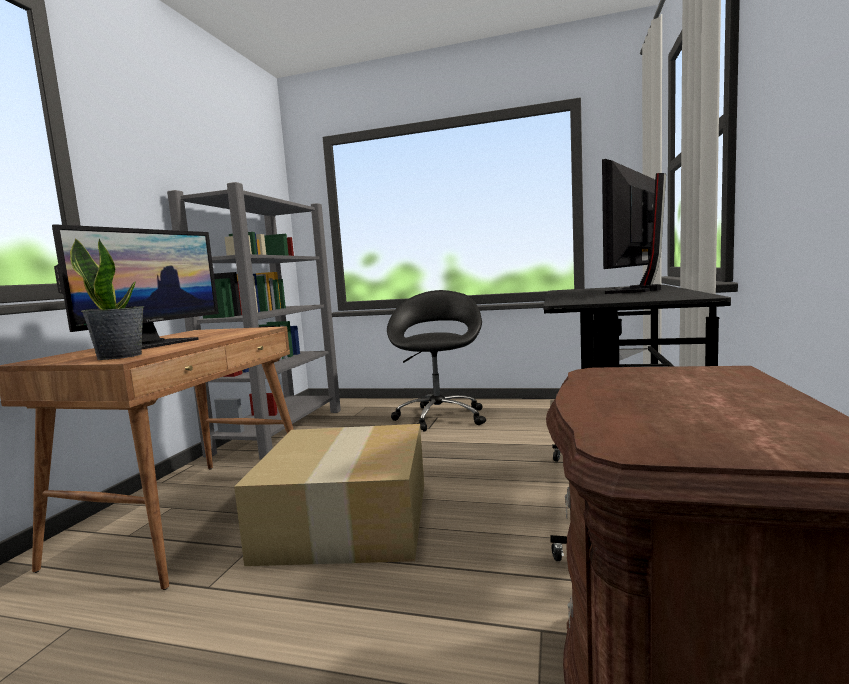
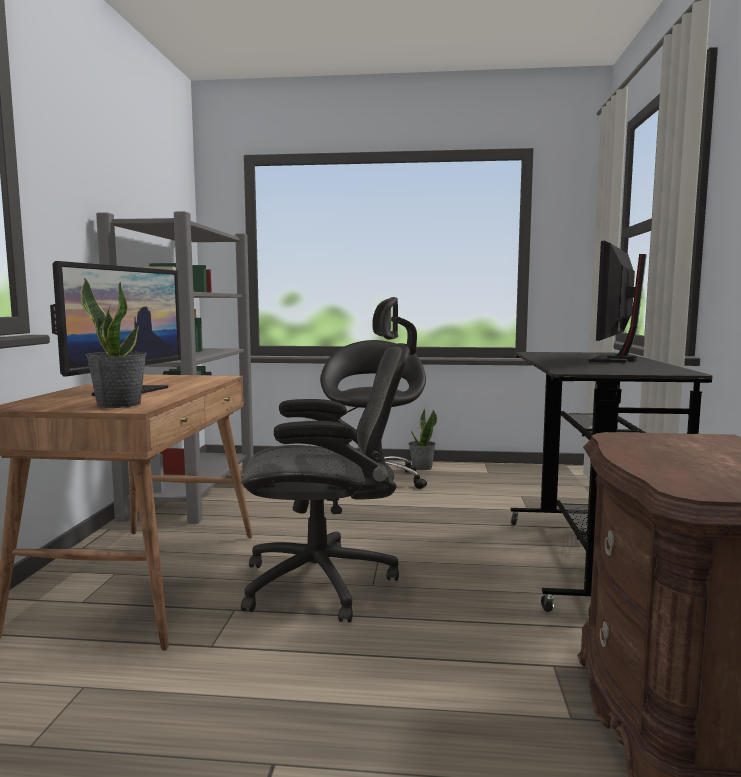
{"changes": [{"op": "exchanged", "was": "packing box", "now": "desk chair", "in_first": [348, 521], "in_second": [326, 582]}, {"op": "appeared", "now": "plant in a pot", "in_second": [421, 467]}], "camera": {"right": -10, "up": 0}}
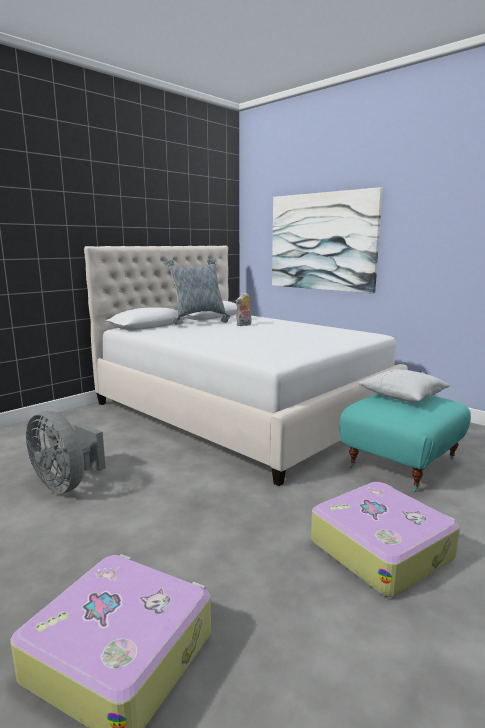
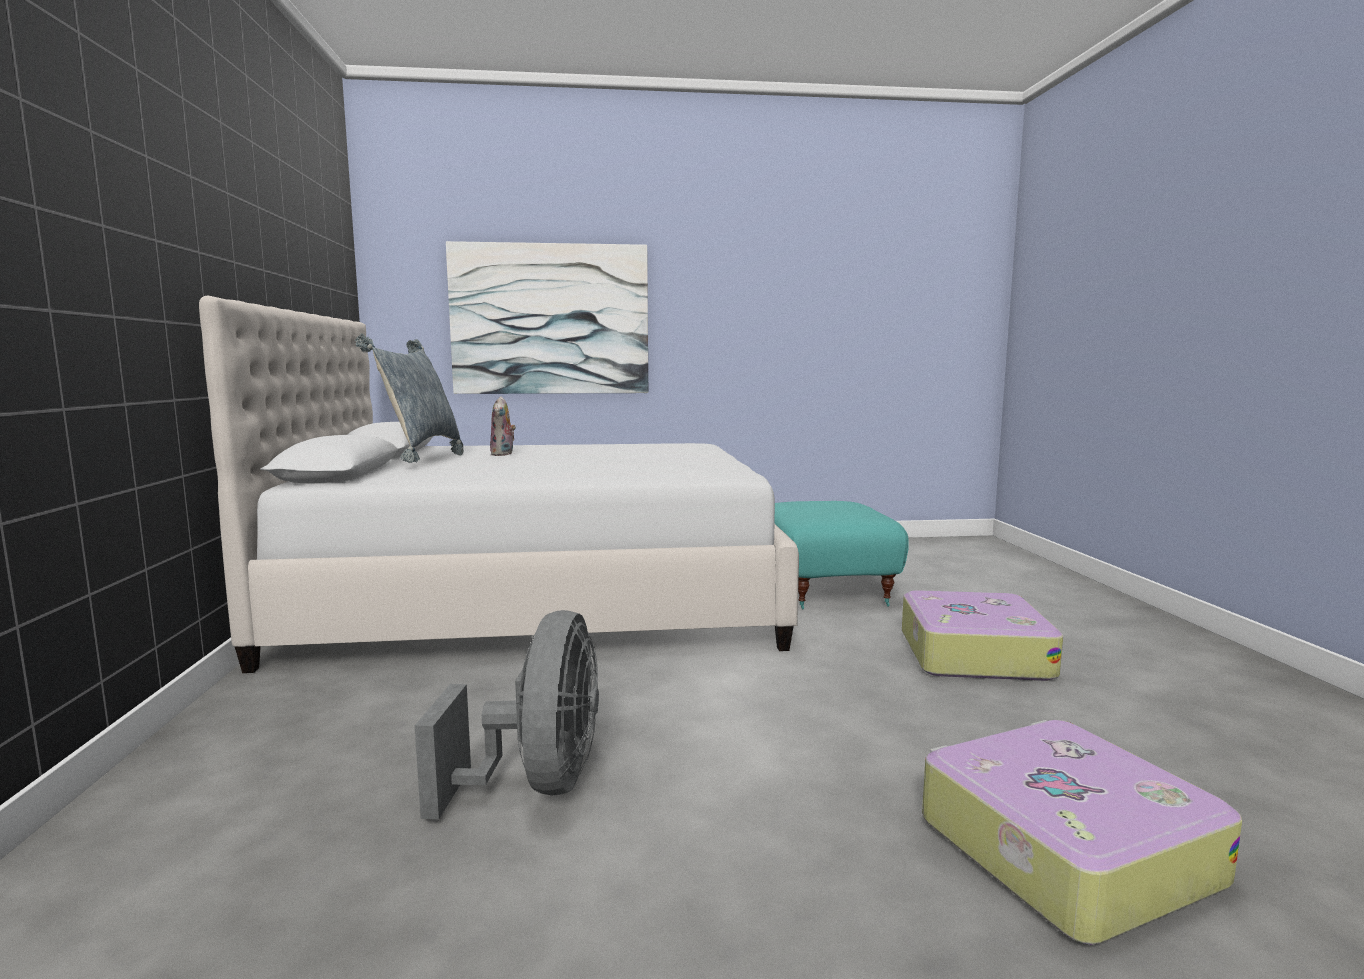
{"changes": [{"op": "spun", "was": "cooling fan (greyish)", "in_first": [66, 484], "in_second": [538, 784], "clockwise": -75}, {"op": "missing", "was": "throw pillow (greyish)", "in_first": [402, 396]}], "camera": {"right": -50, "up": -5}}
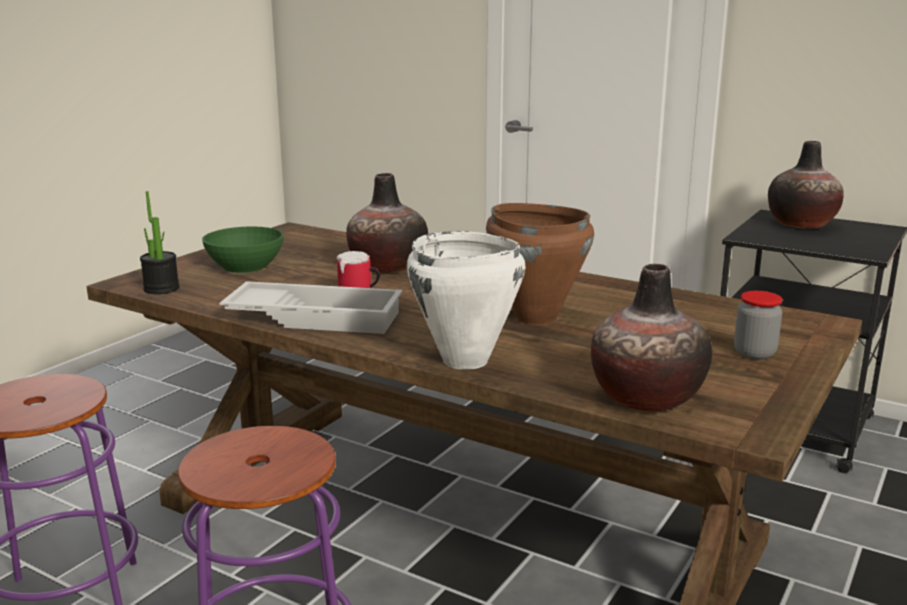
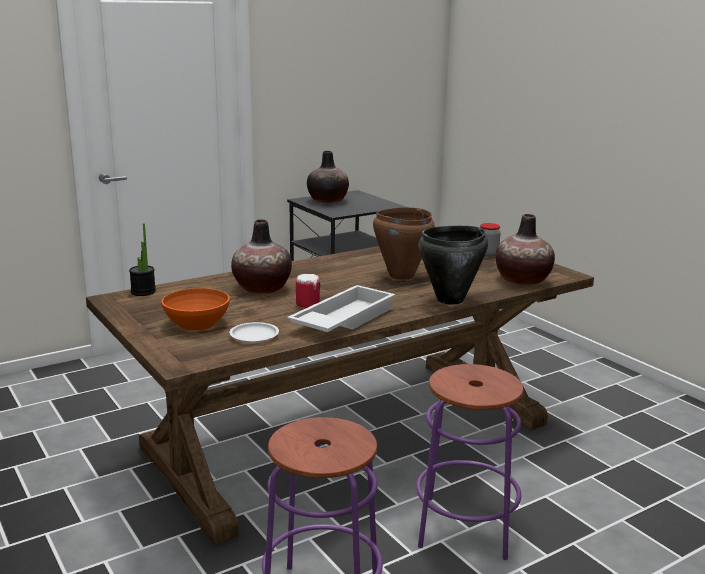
{"changes": [{"op": "relocated", "was": "plant in a pot", "in_first": [161, 289], "in_second": [143, 292]}, {"op": "colour", "was": "deep dish (green)", "now": "deep dish (orange-coloured)", "in_first": [245, 266], "in_second": [196, 323]}, {"op": "colour", "was": "saucepot (whitish)", "now": "saucepot (blackish)", "in_first": [465, 361], "in_second": [450, 300]}, {"op": "appeared", "now": "plate (whitish)", "in_second": [254, 336]}], "camera": {"right": -65, "up": 0}}
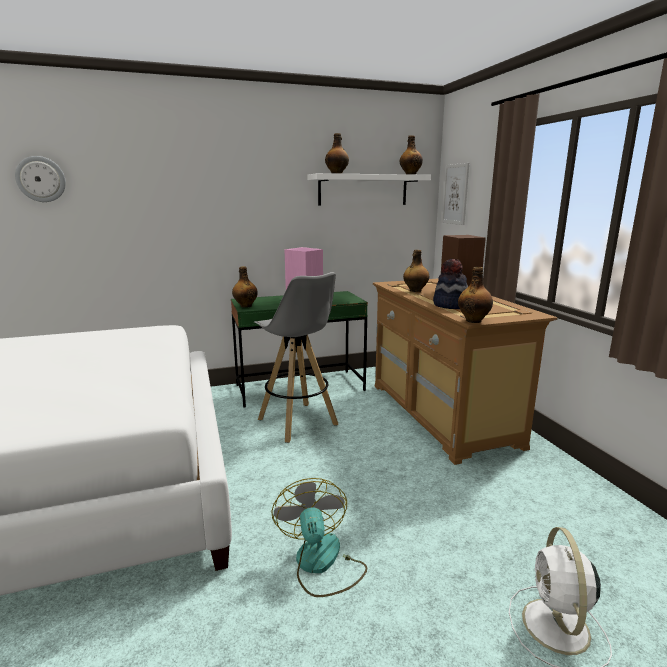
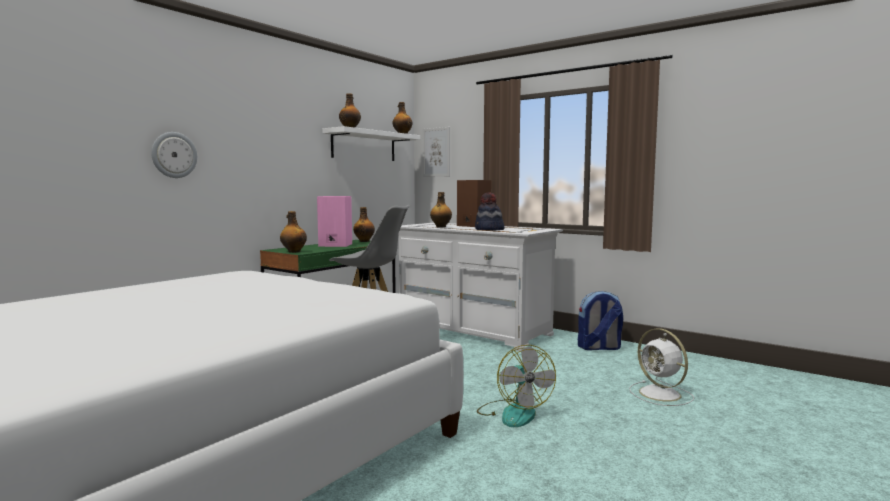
{"changes": [{"op": "relocated", "was": "hanging clock", "in_first": [41, 179], "in_second": [174, 155]}, {"op": "spun", "was": "cooling fan", "in_first": [321, 564], "in_second": [513, 412], "clockwise": -150}, {"op": "colour", "was": "drawer chest (brown)", "now": "drawer chest (whitish)", "in_first": [441, 414], "in_second": [474, 330]}, {"op": "relocated", "was": "beverage bottle", "in_first": [474, 320], "in_second": [364, 241]}, {"op": "appeared", "now": "rucksack", "in_second": [599, 348]}], "camera": {"right": -35, "up": -10}}
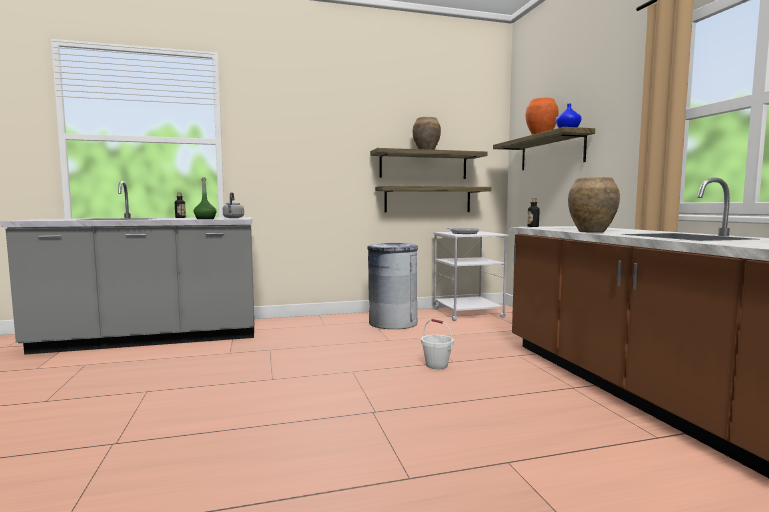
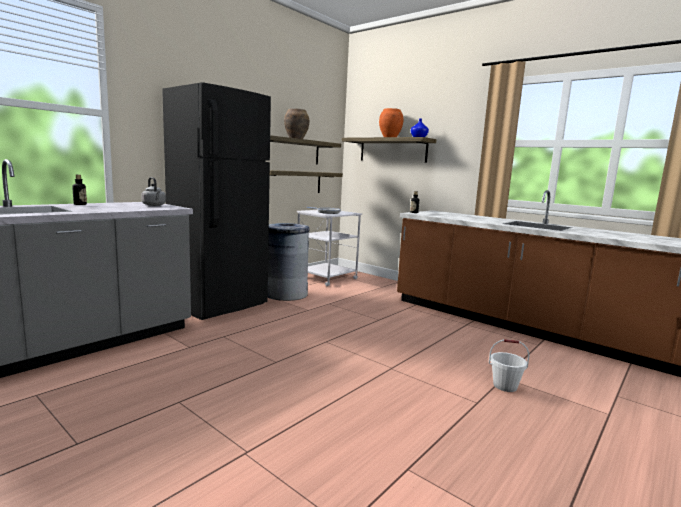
{"changes": [{"op": "missing", "was": "beverage bottle (green)", "in_first": [205, 219]}, {"op": "relocated", "was": "bucket (whitish)", "in_first": [437, 365], "in_second": [505, 386]}, {"op": "missing", "was": "vase (brown)", "in_first": [591, 232]}, {"op": "appeared", "now": "refrigerator (blackish)", "in_second": [219, 305]}], "camera": {"right": -35, "up": 5}}
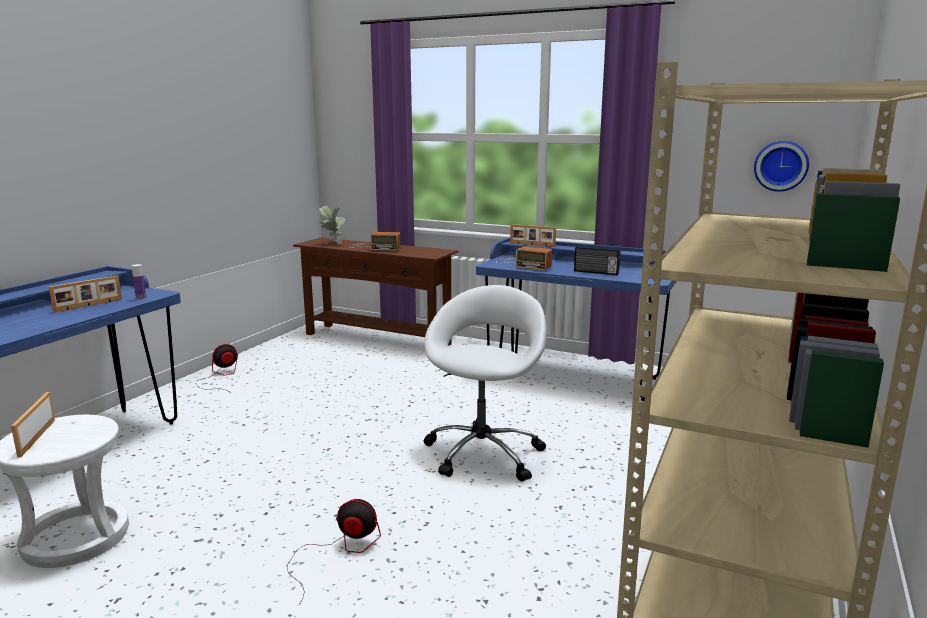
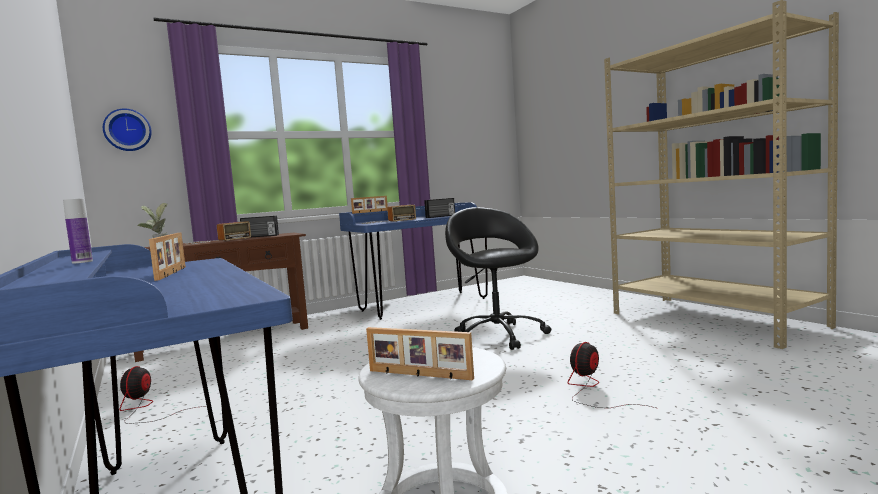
{"changes": [{"op": "relocated", "was": "beverage bottle", "in_first": [141, 298], "in_second": [82, 262]}, {"op": "colour", "was": "desk chair (whitish)", "now": "desk chair (blackish)", "in_first": [484, 453], "in_second": [497, 336]}, {"op": "relocated", "was": "hanging clock", "in_first": [781, 166], "in_second": [127, 130]}, {"op": "appeared", "now": "radio set", "in_second": [260, 236]}], "camera": {"right": -55, "up": -10}}
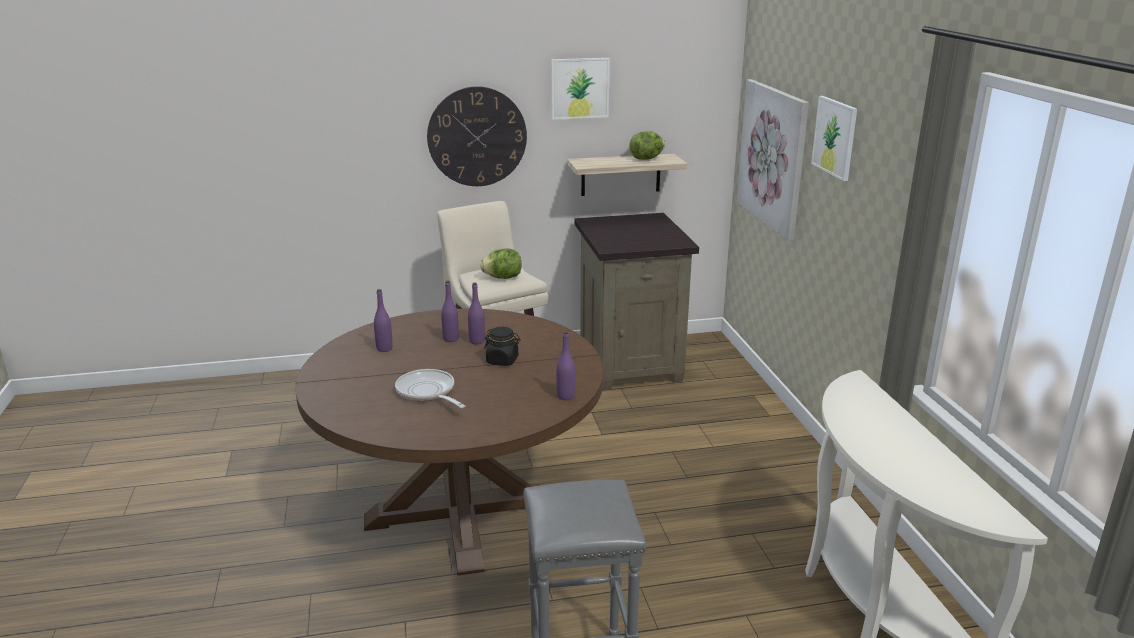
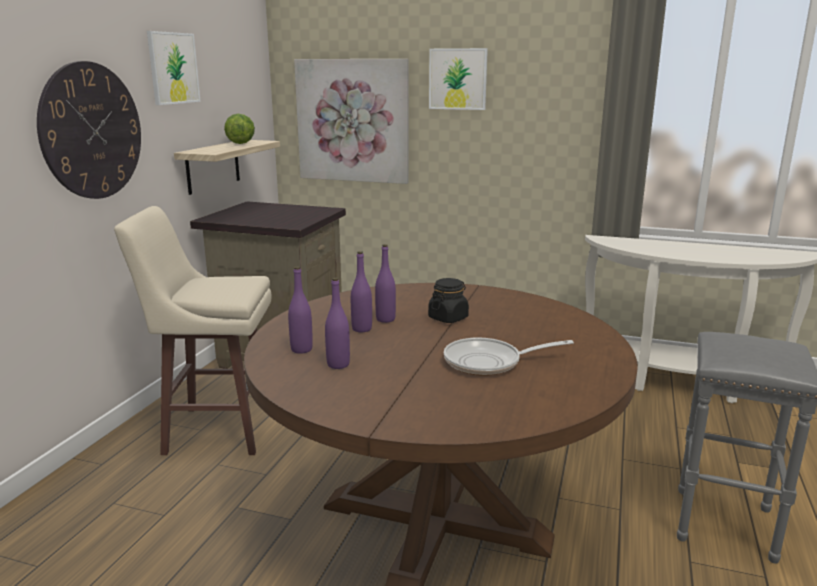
{"changes": [{"op": "missing", "was": "lettuce", "in_first": [503, 278]}, {"op": "relocated", "was": "beverage bottle (purple)", "in_first": [565, 396], "in_second": [301, 349]}], "camera": {"right": -60, "up": -5}}
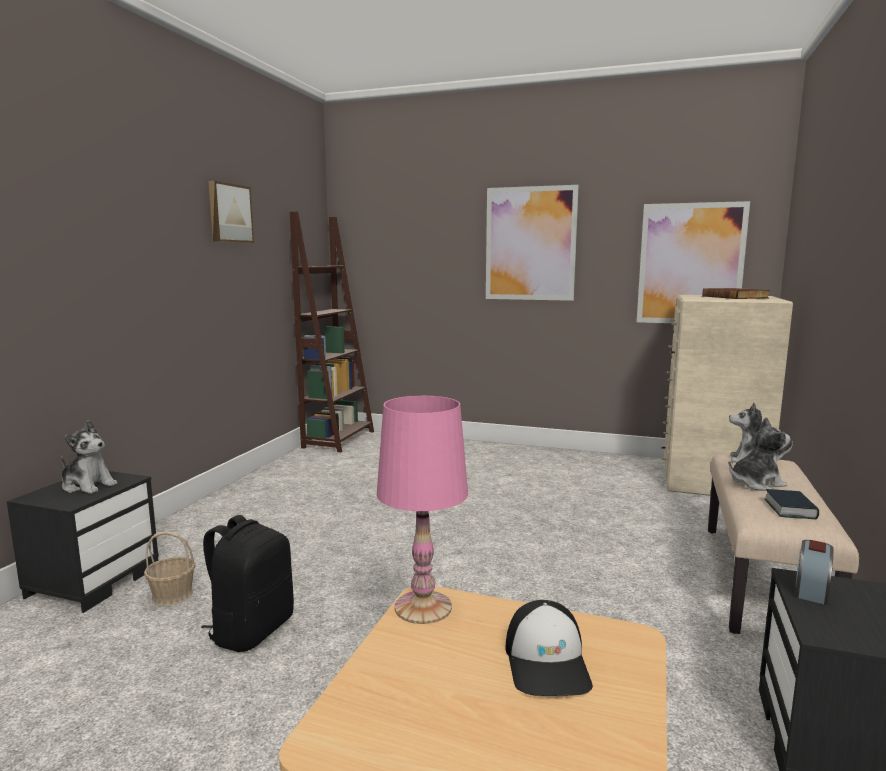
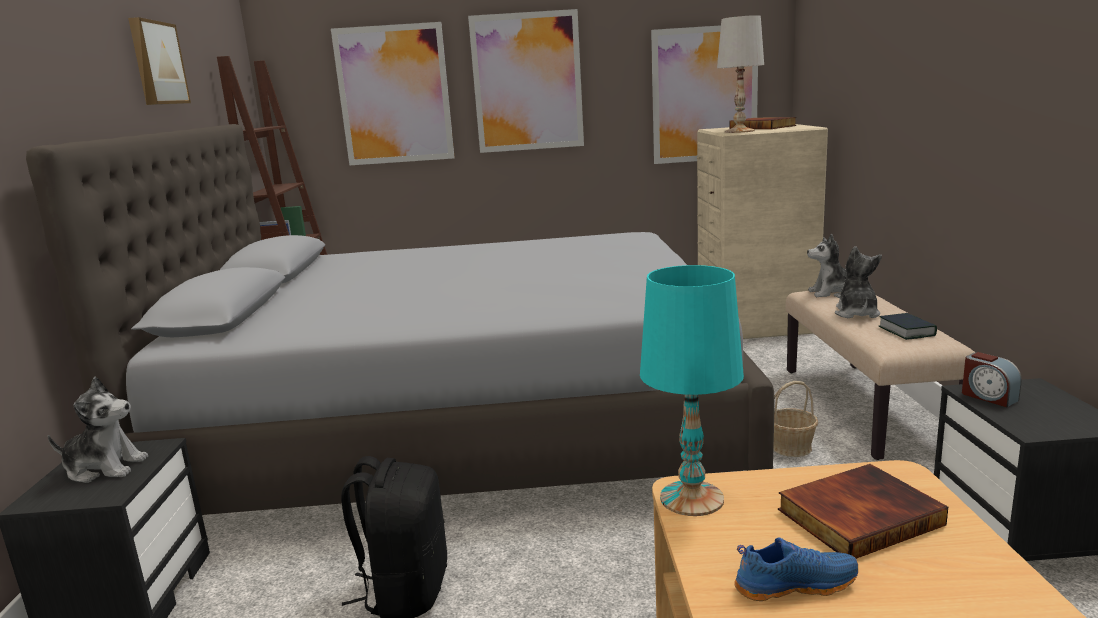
{"changes": [{"op": "relocated", "was": "storage basket", "in_first": [172, 595], "in_second": [791, 447]}, {"op": "colour", "was": "tabletop lamp (pinkish)", "now": "tabletop lamp (turquoise)", "in_first": [423, 607], "in_second": [691, 498]}, {"op": "exchanged", "was": "baseball cap", "now": "bound book", "in_first": [548, 662], "in_second": [858, 515]}, {"op": "spun", "was": "plush toy", "in_first": [756, 483], "in_second": [856, 313], "clockwise": -45}, {"op": "spun", "was": "table clock", "in_first": [811, 589], "in_second": [988, 397], "clockwise": -45}, {"op": "appeared", "now": "bed (greyish)", "in_second": [463, 425]}, {"op": "appeared", "now": "picture", "in_second": [394, 95]}, {"op": "appeared", "now": "tabletop lamp (whitish)", "in_second": [739, 131]}, {"op": "appeared", "now": "low shoe (bluish)", "in_second": [794, 584]}], "camera": {"right": -20, "up": 5}}
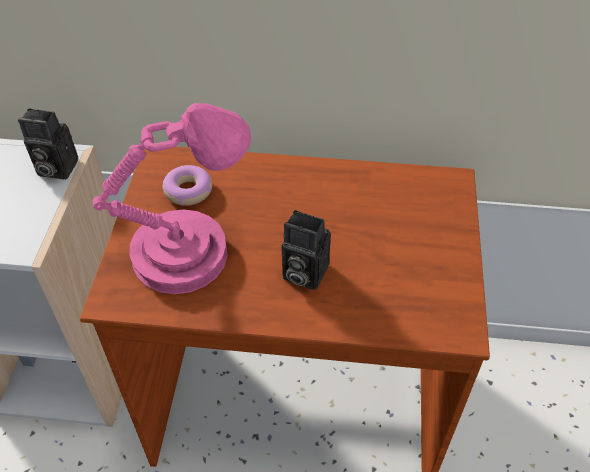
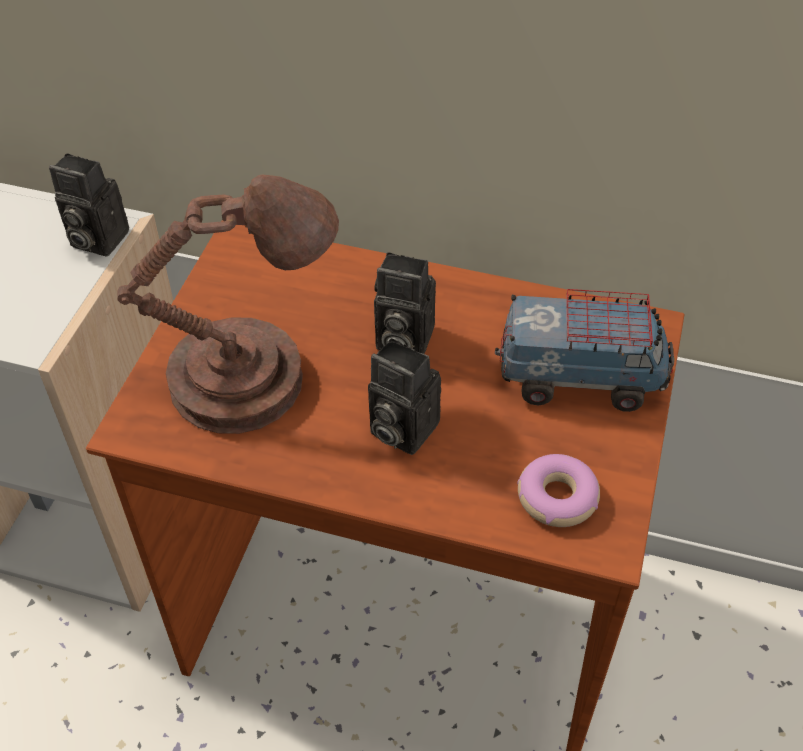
{"changes": [{"op": "colour", "was": "tabletop lamp (pinkish)", "now": "tabletop lamp (brown)", "in_first": [188, 253], "in_second": [249, 379]}, {"op": "relocated", "was": "ring doughnut", "in_first": [188, 191], "in_second": [556, 497]}, {"op": "appeared", "now": "photo camera", "in_second": [400, 340]}, {"op": "appeared", "now": "model truck", "in_second": [580, 379]}], "camera": {"right": 10, "up": 0}}
